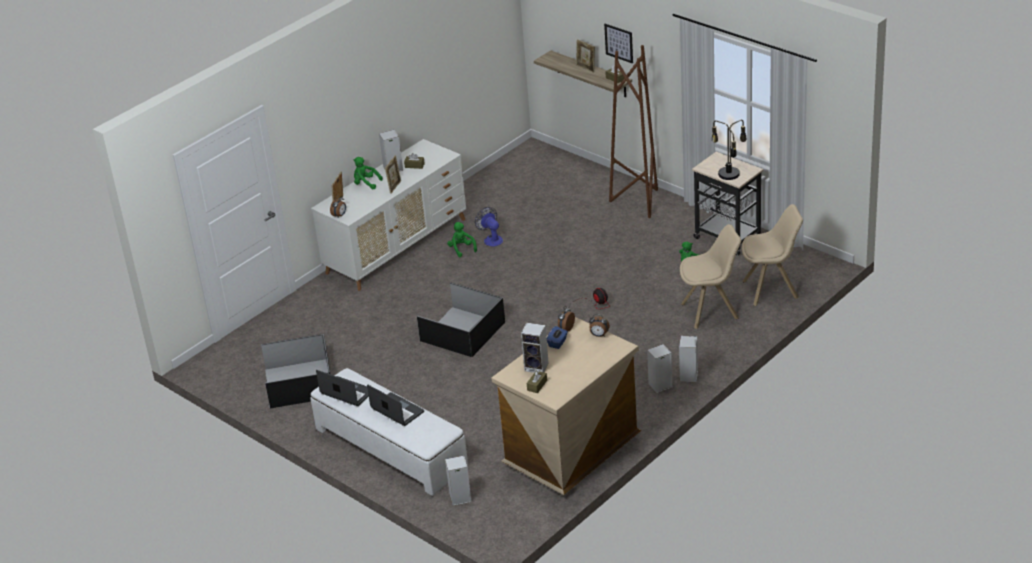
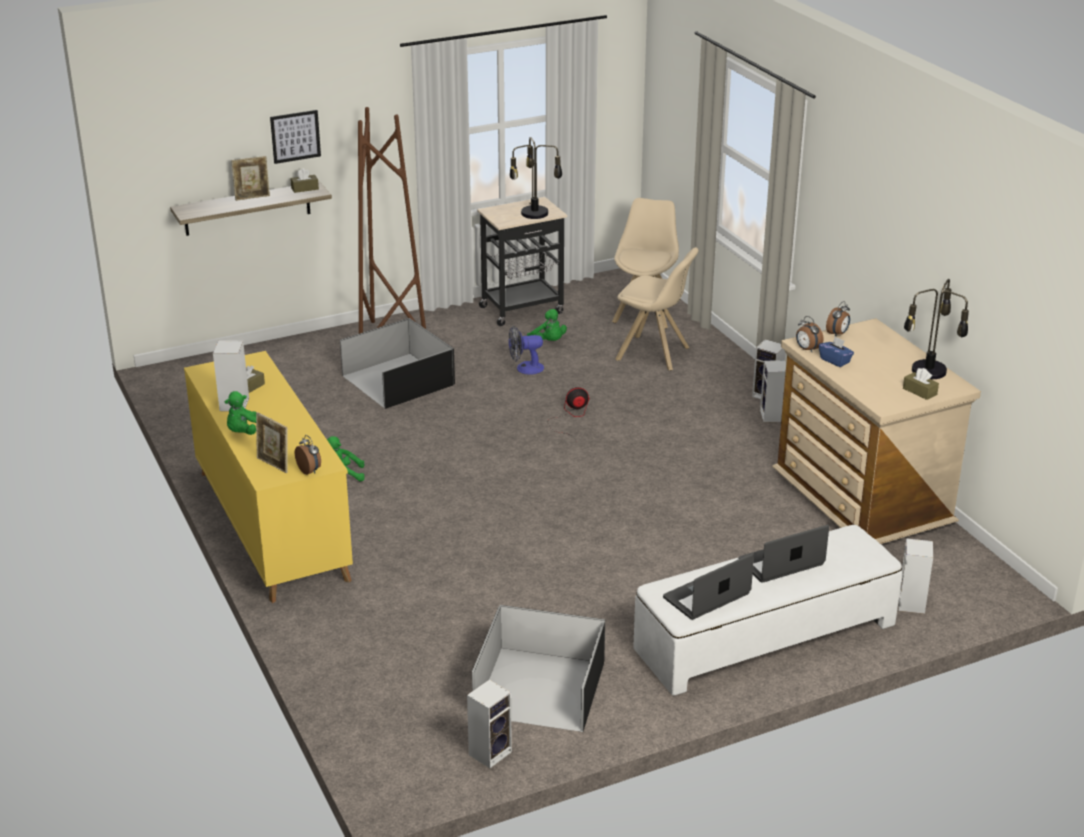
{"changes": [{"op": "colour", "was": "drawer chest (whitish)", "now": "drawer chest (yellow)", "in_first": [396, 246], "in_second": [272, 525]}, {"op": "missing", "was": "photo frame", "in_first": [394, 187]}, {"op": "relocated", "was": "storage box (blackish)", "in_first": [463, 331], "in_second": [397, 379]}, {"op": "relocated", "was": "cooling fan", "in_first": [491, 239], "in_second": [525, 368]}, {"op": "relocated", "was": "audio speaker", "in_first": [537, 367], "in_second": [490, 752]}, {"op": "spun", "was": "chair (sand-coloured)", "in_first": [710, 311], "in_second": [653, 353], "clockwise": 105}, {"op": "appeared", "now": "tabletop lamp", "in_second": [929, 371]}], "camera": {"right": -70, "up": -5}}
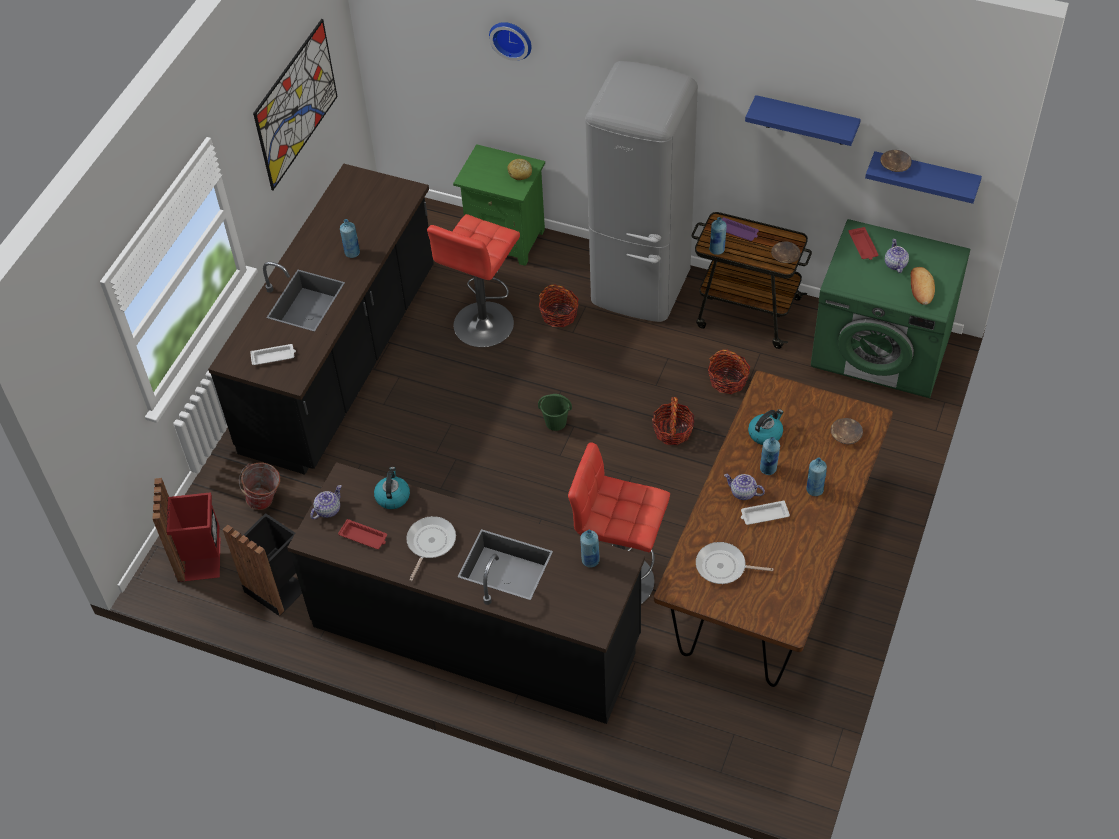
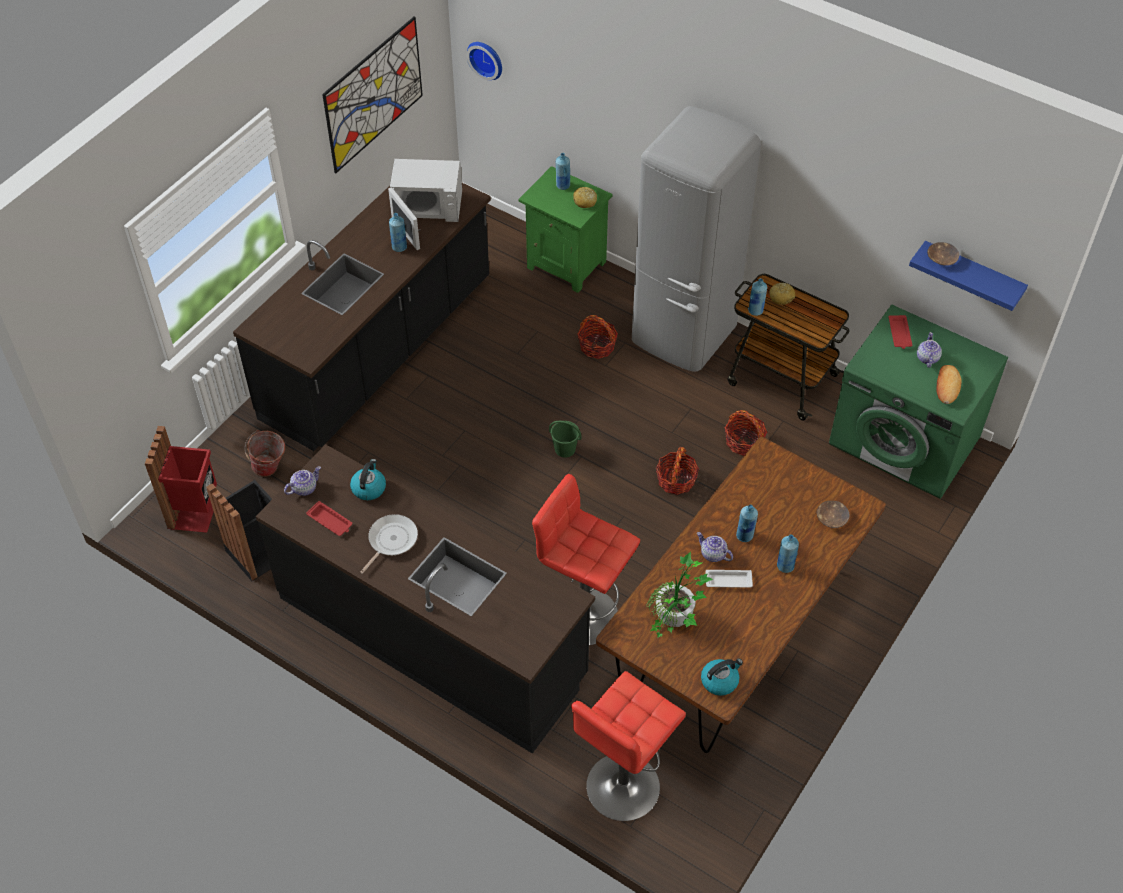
{"changes": [{"op": "missing", "was": "tray (whitish)", "in_first": [274, 356]}, {"op": "relocated", "was": "sitting stool (reddish)", "in_first": [482, 324], "in_second": [621, 787]}, {"op": "relocated", "was": "hanging clock", "in_first": [511, 38], "in_second": [486, 58]}, {"op": "relocated", "was": "beverage bottle (bluish)", "in_first": [590, 561], "in_second": [562, 185]}, {"op": "exchanged", "was": "skillet", "now": "plant in a pot", "in_first": [724, 567], "in_second": [673, 624]}, {"op": "exchanged", "was": "tray (purple)", "now": "bakery bread", "in_first": [738, 232], "in_second": [781, 297]}, {"op": "missing", "was": "bracket shelf (bluish)", "in_first": [806, 121]}, {"op": "relocated", "was": "kettle", "in_first": [765, 433], "in_second": [720, 681]}, {"op": "missing", "was": "deep dish (brown)", "in_first": [785, 257]}, {"op": "appeared", "now": "microwave (whitish)", "in_second": [425, 208]}], "camera": {"right": 10, "up": 0}}
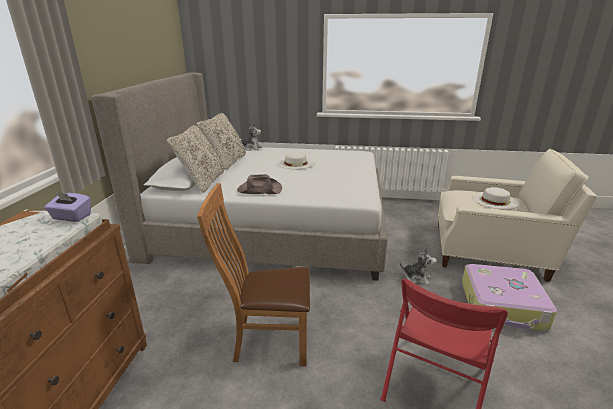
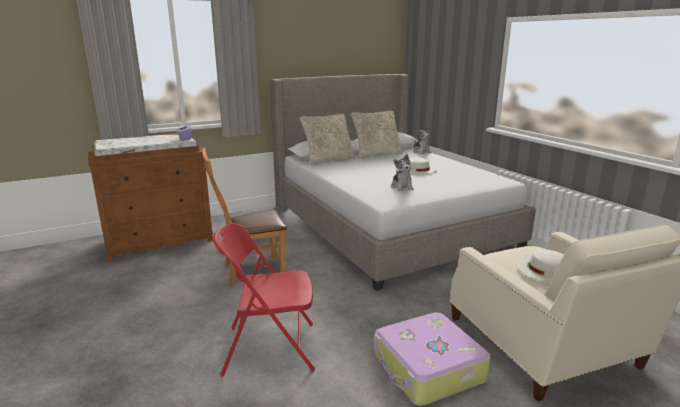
{"changes": [{"op": "spun", "was": "chair (brown)", "in_first": [266, 341], "in_second": [250, 271], "clockwise": -75}, {"op": "missing", "was": "clothing hat (brown)", "in_first": [259, 189]}, {"op": "relocated", "was": "plush toy", "in_first": [417, 278], "in_second": [402, 187]}], "camera": {"right": 55, "up": -5}}
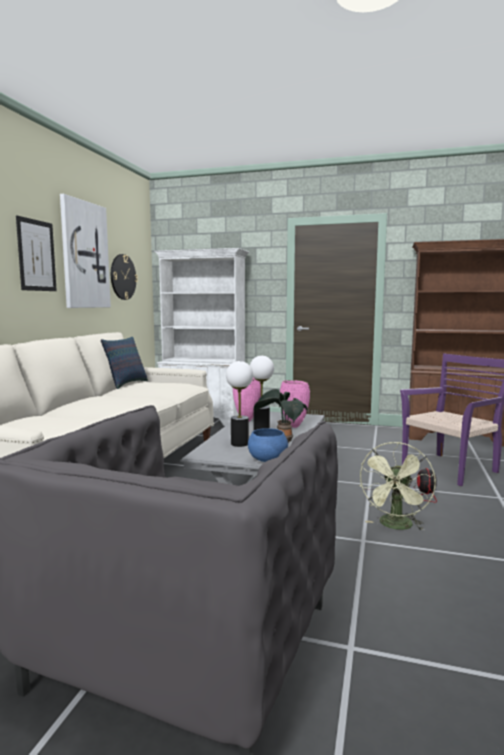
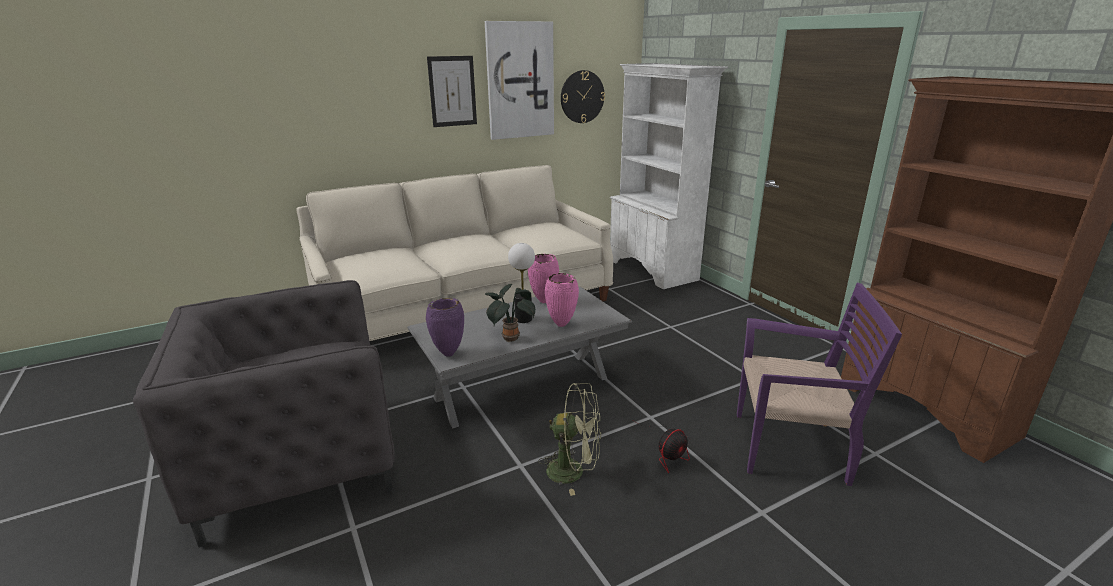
{"changes": [{"op": "missing", "was": "throw pillow (bluish)", "in_first": [126, 384]}, {"op": "missing", "was": "tabletop lamp", "in_first": [239, 444]}, {"op": "exchanged", "was": "deep dish (bluish)", "now": "vase (purple)", "in_first": [267, 460], "in_second": [448, 354]}, {"op": "spun", "was": "cooling fan (green)", "in_first": [396, 526], "in_second": [573, 471], "clockwise": -150}], "camera": {"right": 45, "up": 15}}
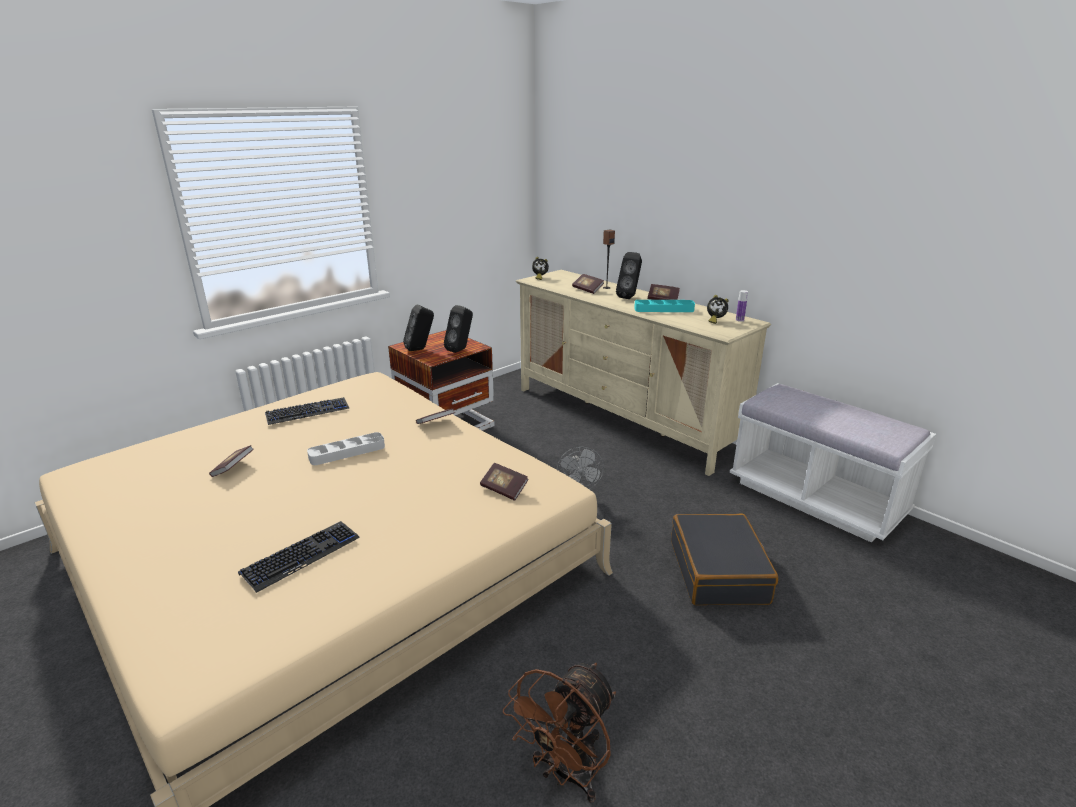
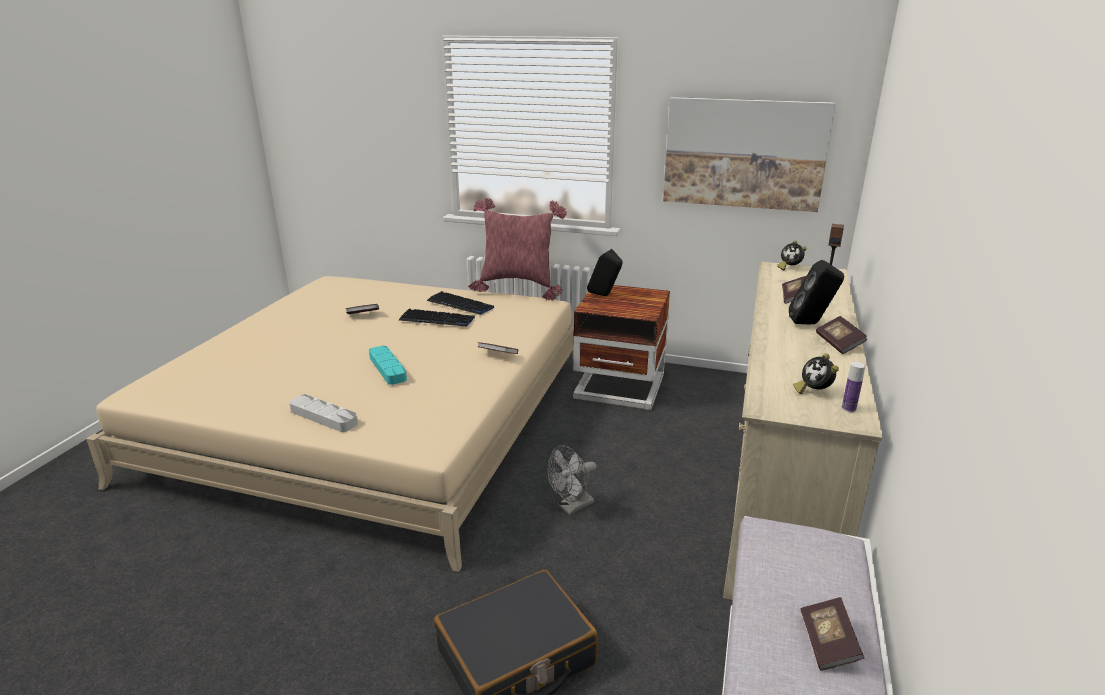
{"changes": [{"op": "relocated", "was": "keyboard", "in_first": [301, 556], "in_second": [437, 319]}, {"op": "relocated", "was": "tray (greyish)", "in_first": [347, 452], "in_second": [324, 417]}, {"op": "missing", "was": "audio speaker (blackish)", "in_first": [461, 350]}, {"op": "relocated", "was": "bound book", "in_first": [504, 489], "in_second": [828, 643]}, {"op": "missing", "was": "cooling fan (brown)", "in_first": [566, 774]}, {"op": "relocated", "was": "tray (turquoise)", "in_first": [664, 309], "in_second": [387, 368]}, {"op": "appeared", "now": "throw pillow (reddish)", "in_second": [518, 292]}, {"op": "appeared", "now": "picture", "in_second": [744, 153]}], "camera": {"right": 60, "up": 0}}
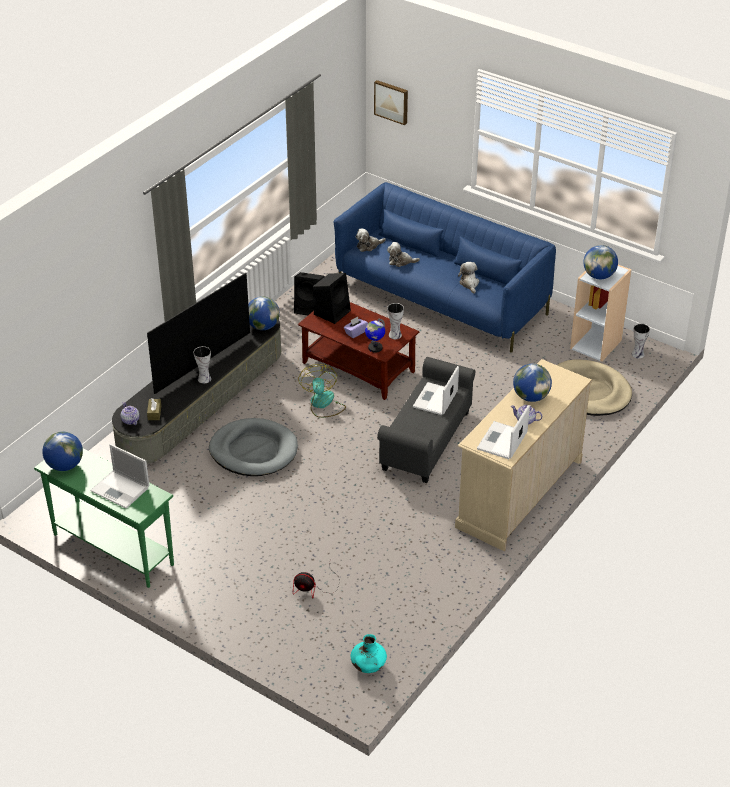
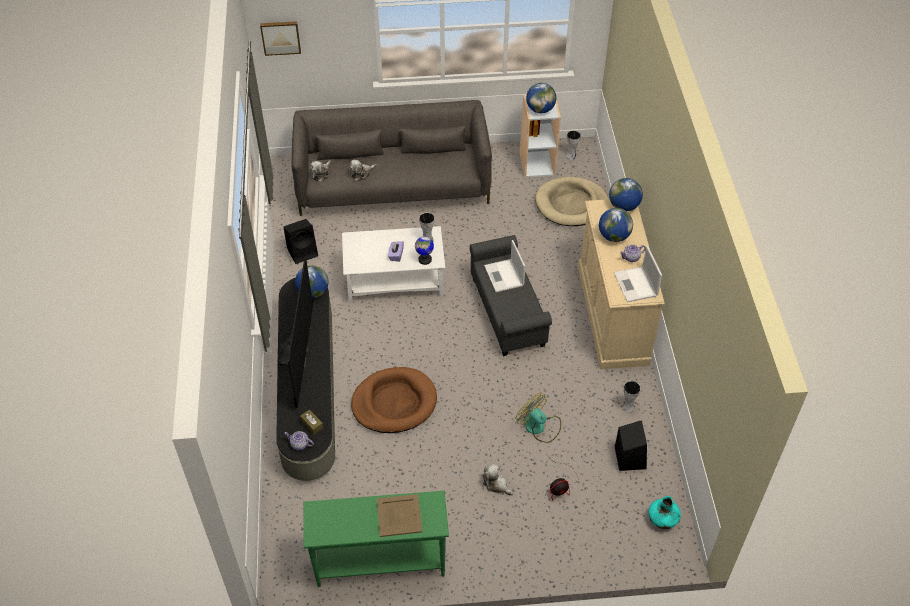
{"changes": [{"op": "relocated", "was": "desk globe", "in_first": [65, 465], "in_second": [624, 206]}, {"op": "exchanged", "was": "laptop", "now": "tray (sand-coloured)", "in_first": [121, 489], "in_second": [399, 515]}, {"op": "relocated", "was": "vase", "in_first": [204, 378], "in_second": [627, 406]}, {"op": "colour", "was": "dog bed (greyish)", "now": "dog bed (brown)", "in_first": [253, 451], "in_second": [394, 402]}, {"op": "colour", "was": "lounge table (brown)", "now": "lounge table (whitish)", "in_first": [359, 367], "in_second": [395, 281]}, {"op": "relocated", "was": "cooling fan", "in_first": [323, 404], "in_second": [539, 427]}, {"op": "relocated", "was": "audio speaker (blackish)", "in_first": [332, 312], "in_second": [629, 457]}, {"op": "colour", "was": "sofa (bluish)", "now": "sofa (greyish)", "in_first": [441, 298], "in_second": [393, 187]}, {"op": "relocated", "was": "plush toy", "in_first": [469, 284], "in_second": [496, 485]}], "camera": {"right": -40, "up": 10}}
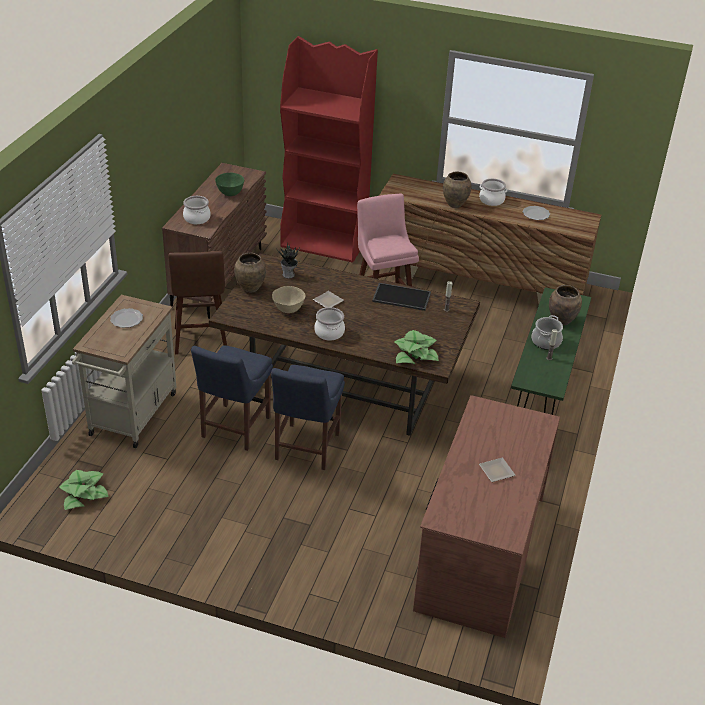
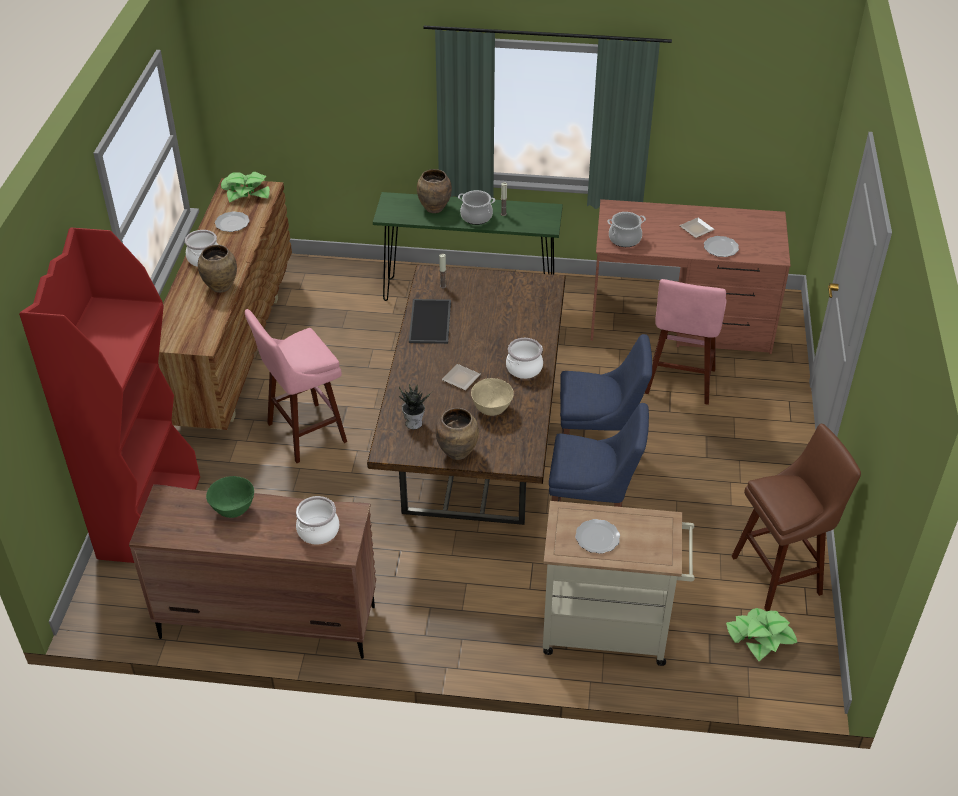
{"changes": [{"op": "relocated", "was": "sitting stool (brown)", "in_first": [200, 341], "in_second": [780, 574]}, {"op": "relocated", "was": "plant in a pot", "in_first": [415, 354], "in_second": [246, 192]}, {"op": "appeared", "now": "saucepot", "in_second": [624, 239]}, {"op": "appeared", "now": "sitting stool (pinkish)", "in_second": [679, 383]}, {"op": "appeared", "now": "plate", "in_second": [721, 248]}], "camera": {"right": -100, "up": 5}}
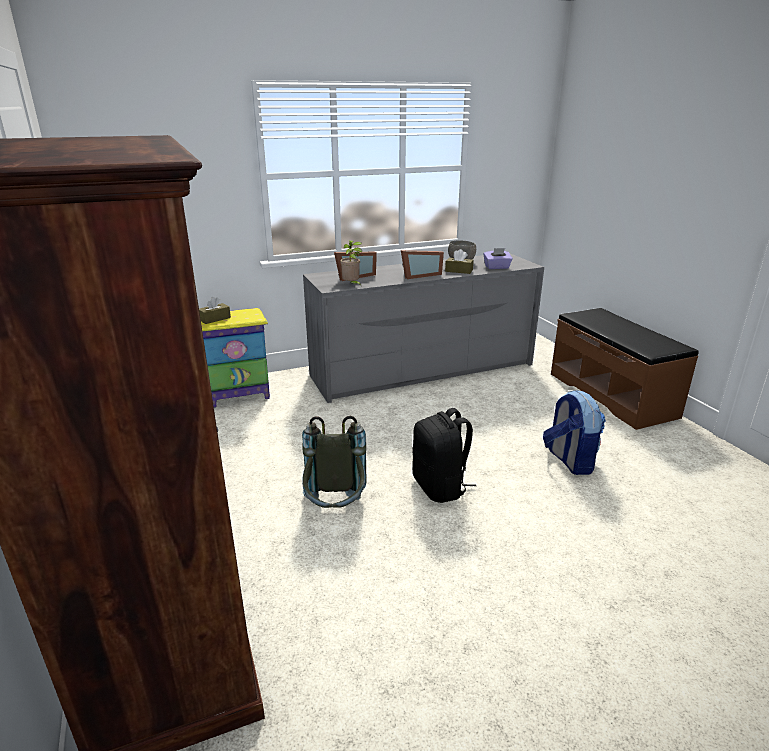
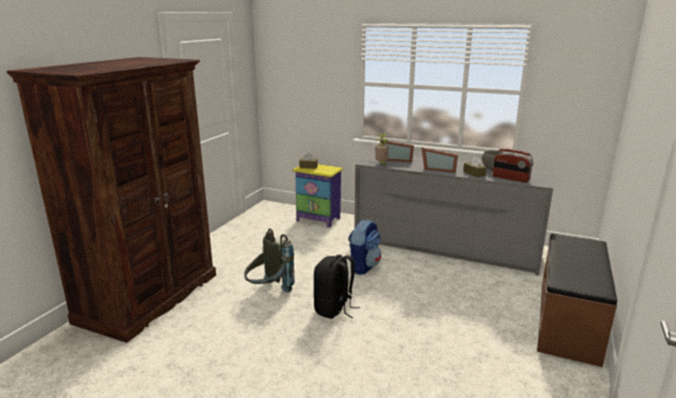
{"changes": [{"op": "exchanged", "was": "box of tissues (purple)", "now": "radio set", "in_first": [497, 267], "in_second": [510, 178]}, {"op": "relocated", "was": "rucksack", "in_first": [569, 460], "in_second": [363, 266]}], "camera": {"right": 45, "up": -5}}
